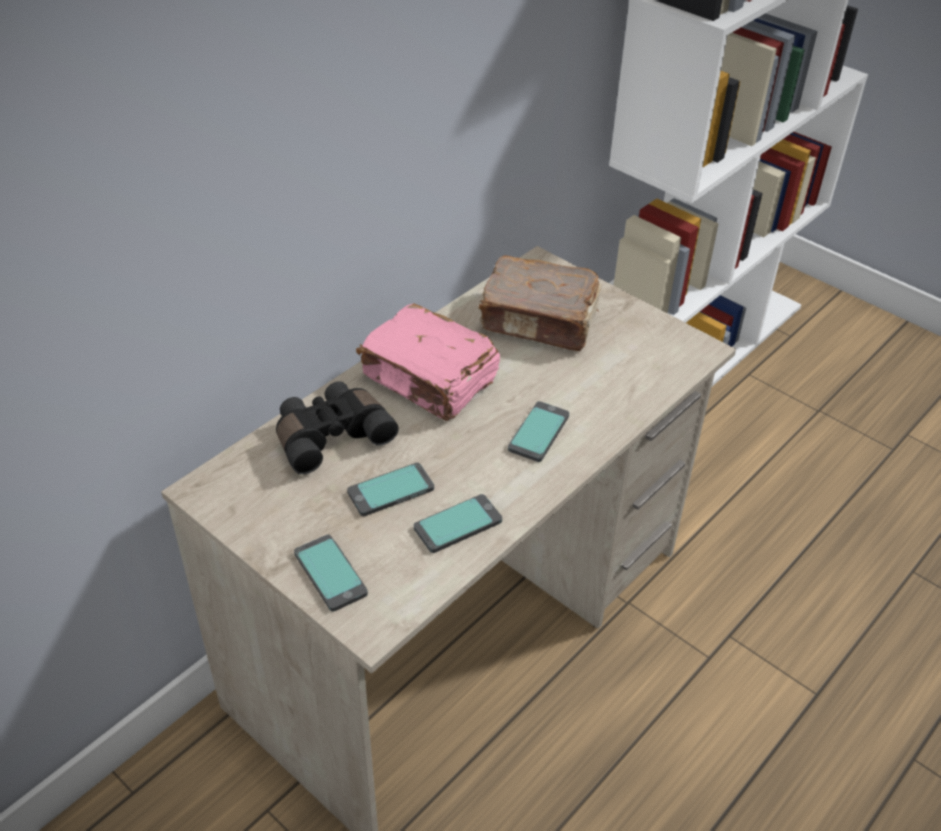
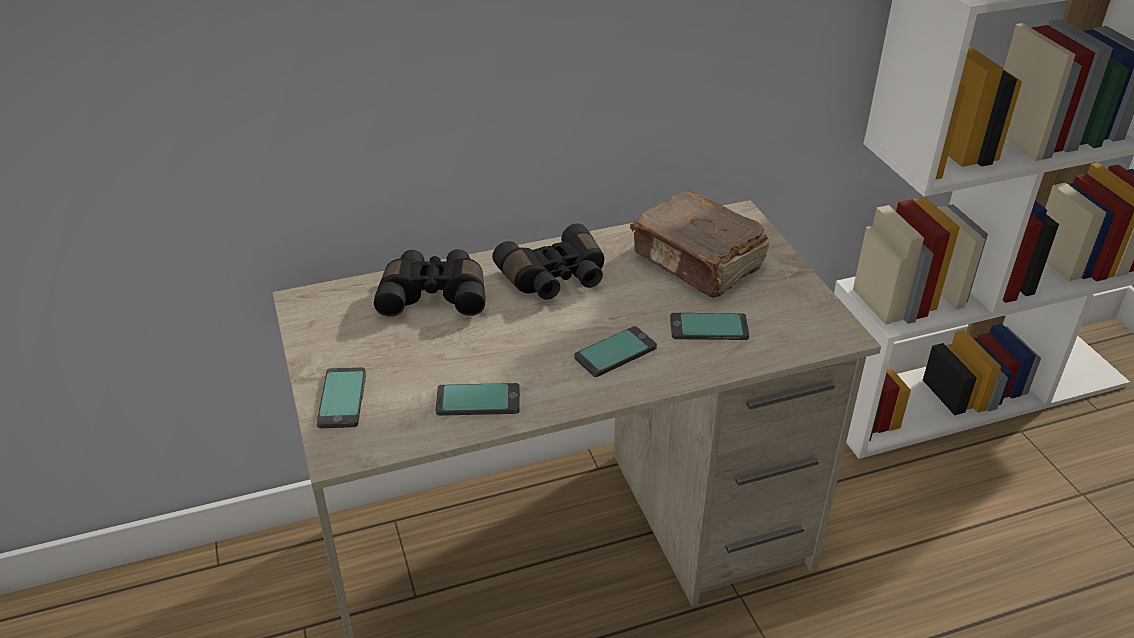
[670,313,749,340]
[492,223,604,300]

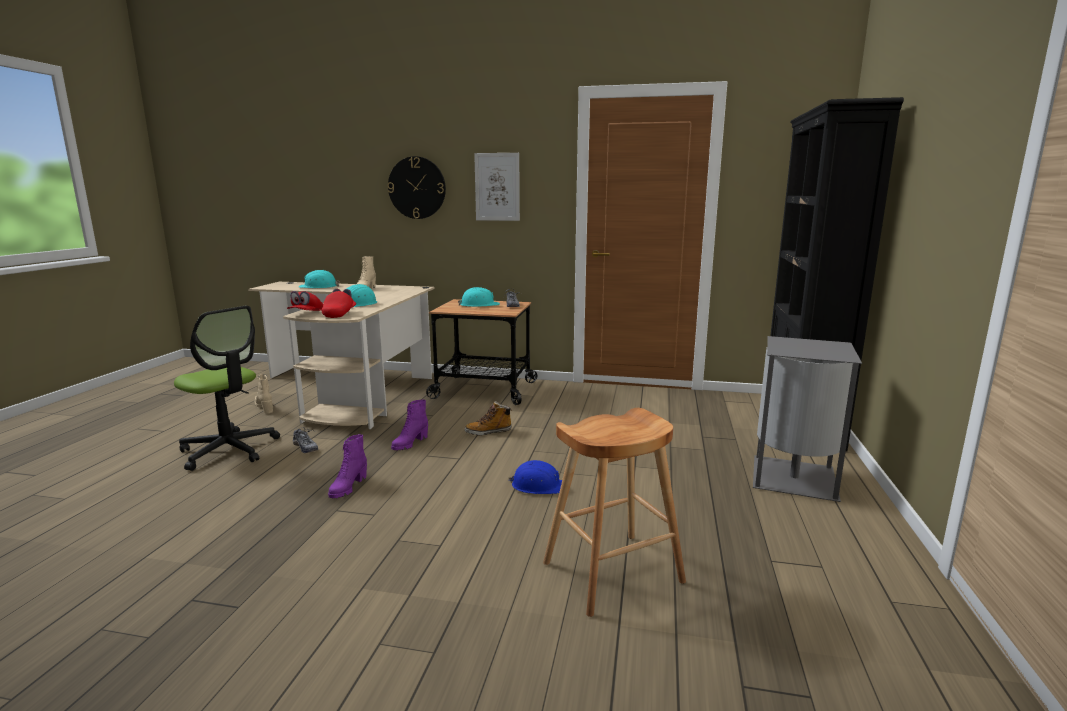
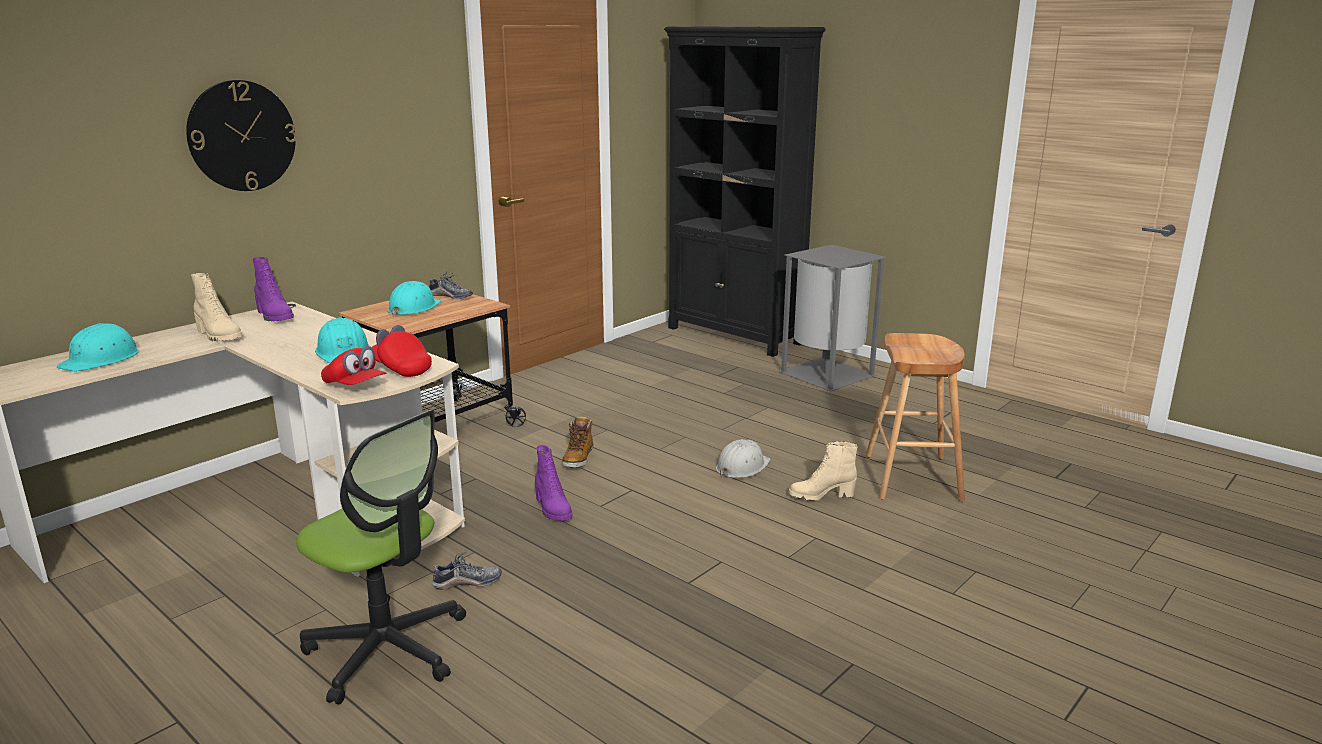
[474,153,520,221] (first image)
[789,441,858,501]
[253,257,294,321]
[716,439,771,478]
[296,410,466,705]

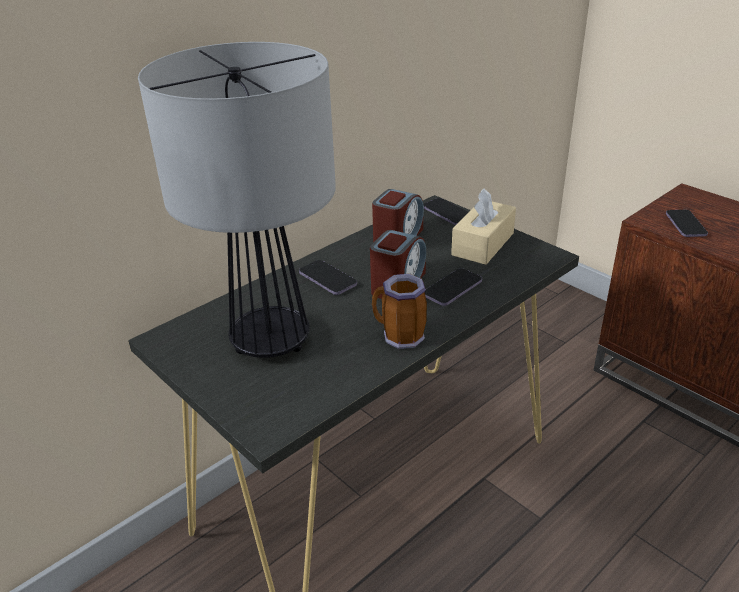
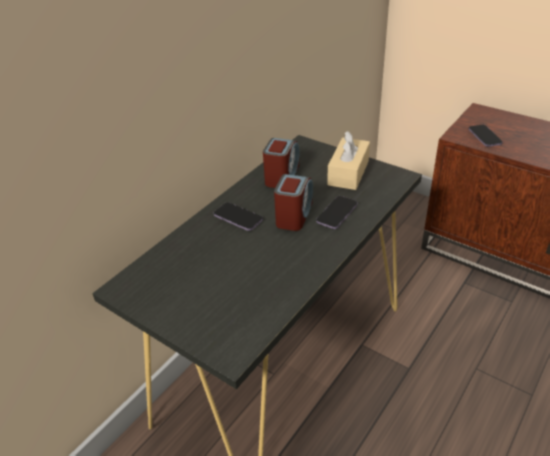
[138,42,336,358] (first image)
[372,274,427,349] (first image)
[423,198,469,225] (first image)

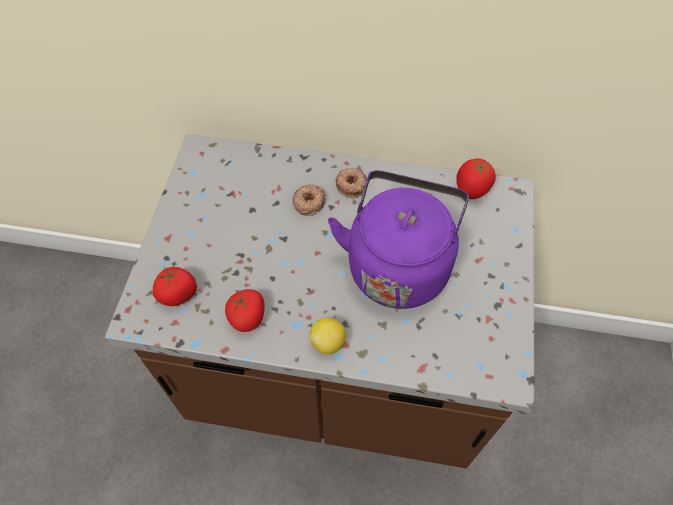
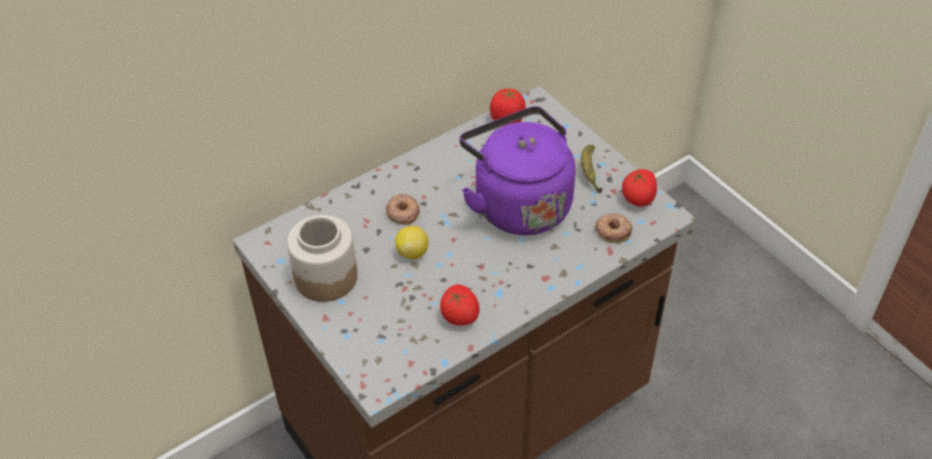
[287,215,358,302]
[581,145,602,193]
[622,169,657,207]
[395,226,429,260]
[595,213,632,243]

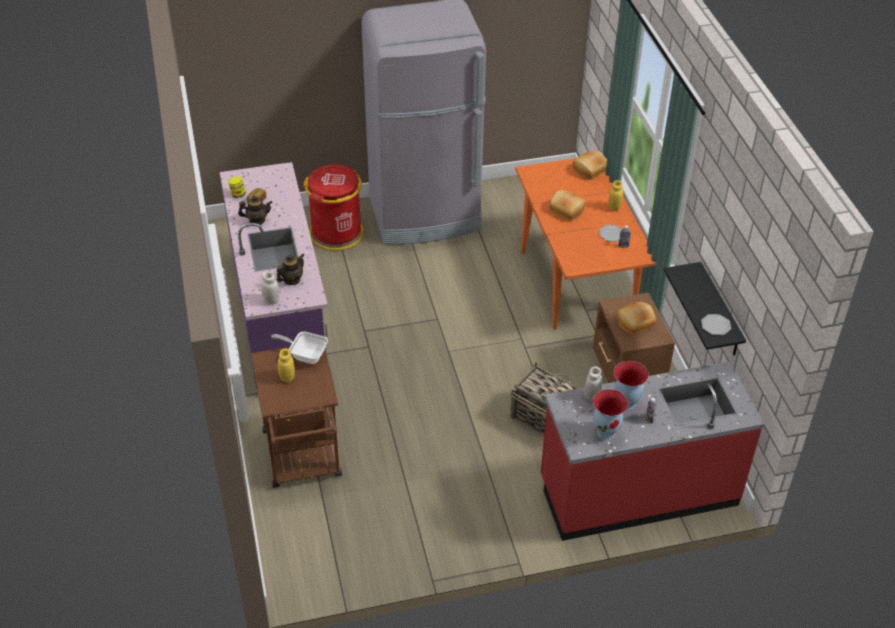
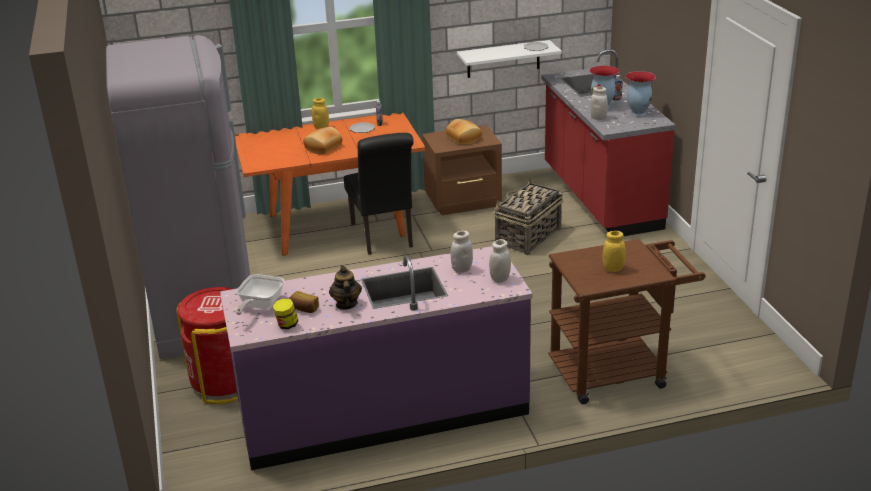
[573,151,607,180] (first image)
[344,133,414,255]
[236,274,284,315]
[451,231,473,273]
[457,40,562,78]

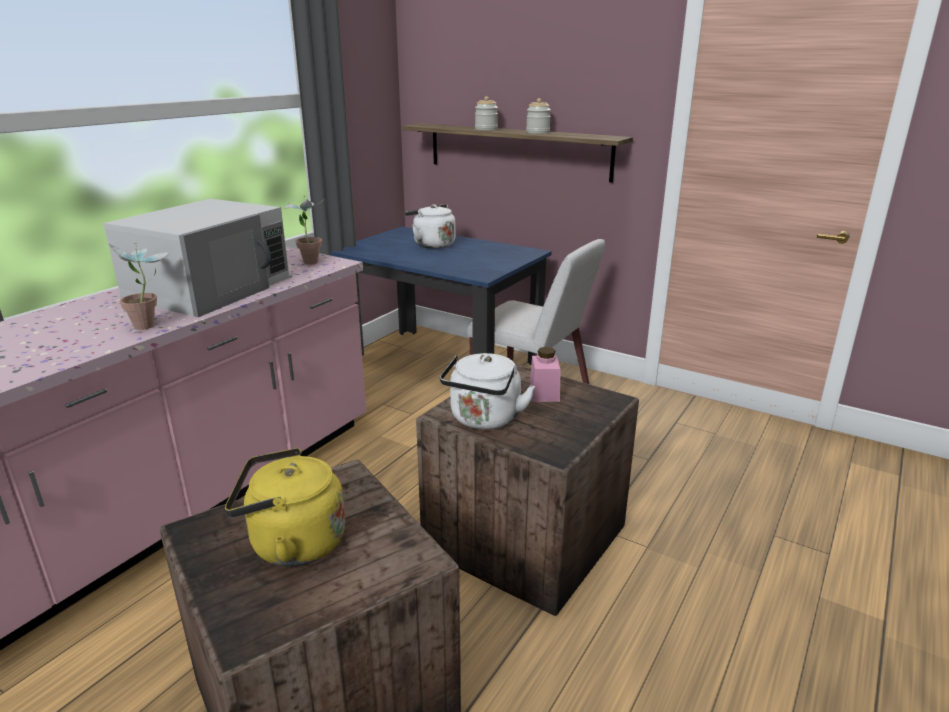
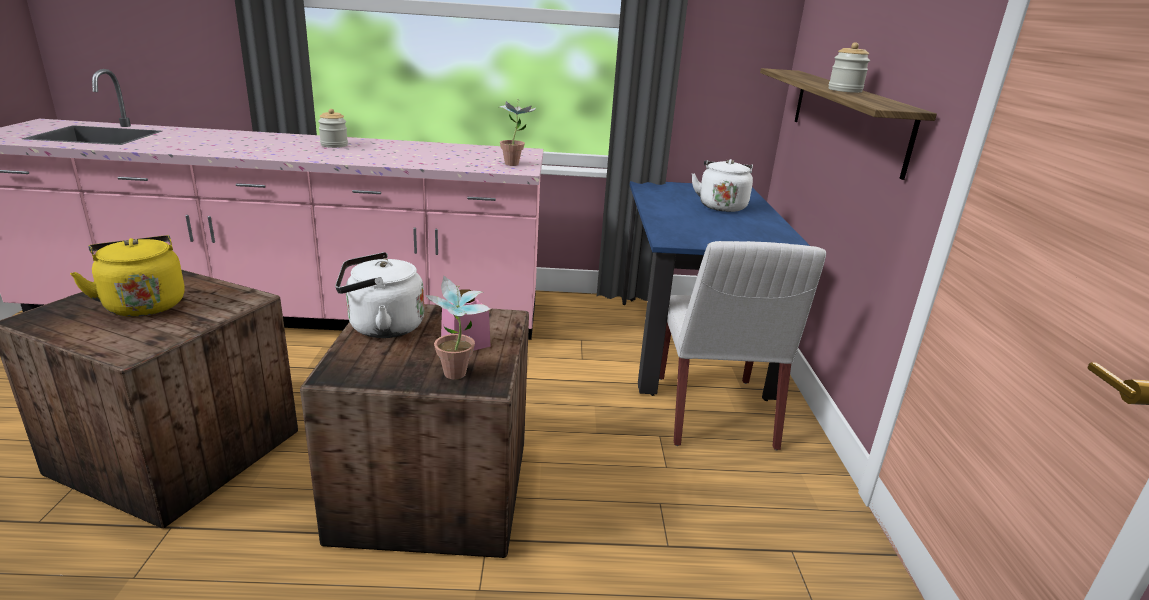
[103,199,289,317] (first image)
[425,276,491,380]
[318,109,348,148]

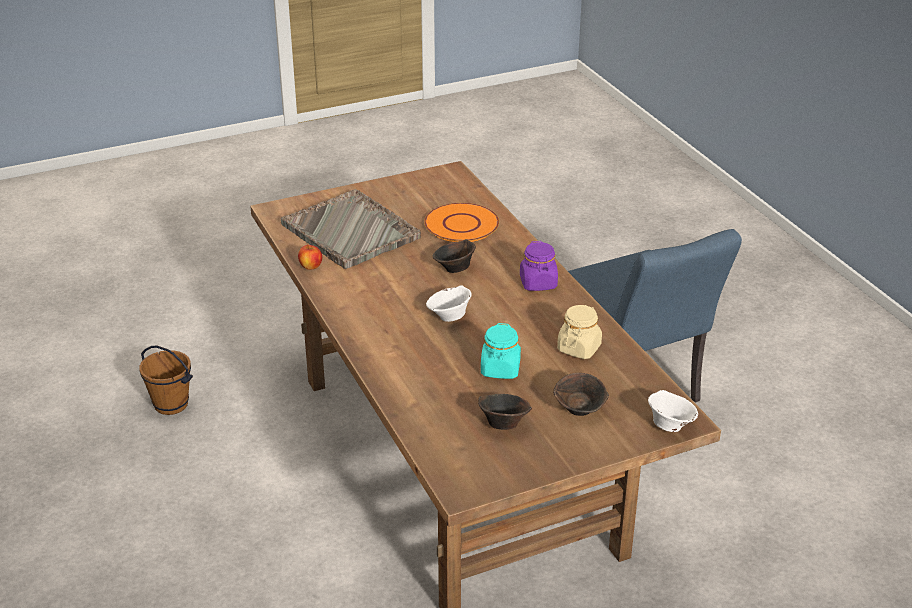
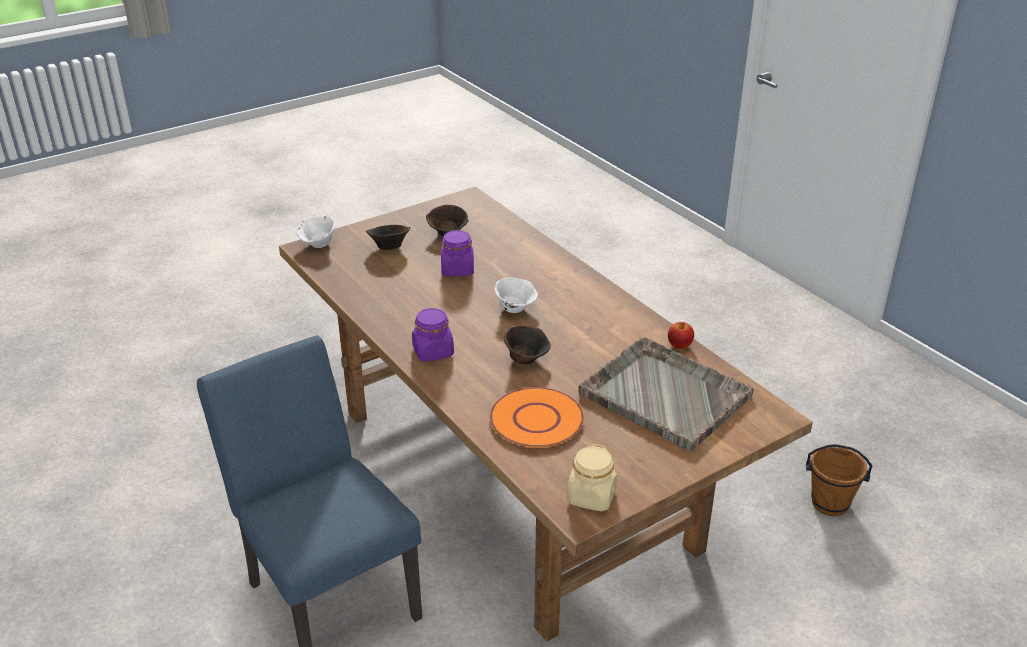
[567,444,617,511]
[441,230,474,276]

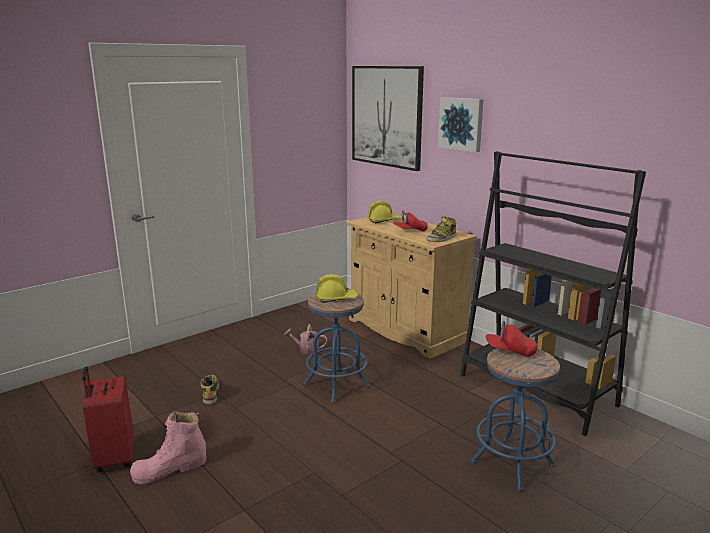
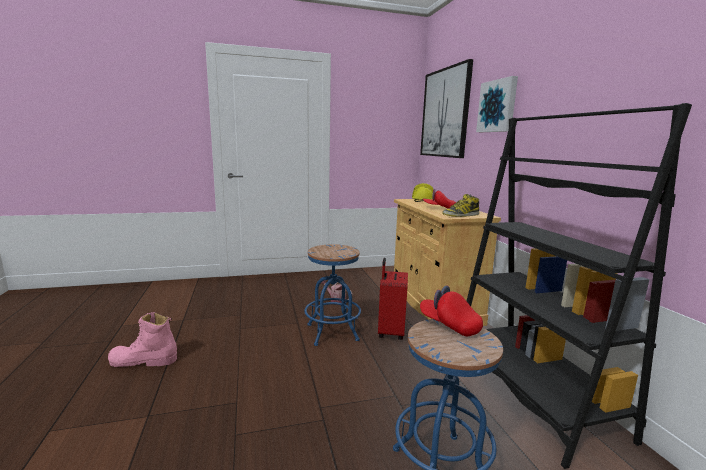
[201,375,219,404] (first image)
[316,274,358,303] (first image)
[378,258,408,340]

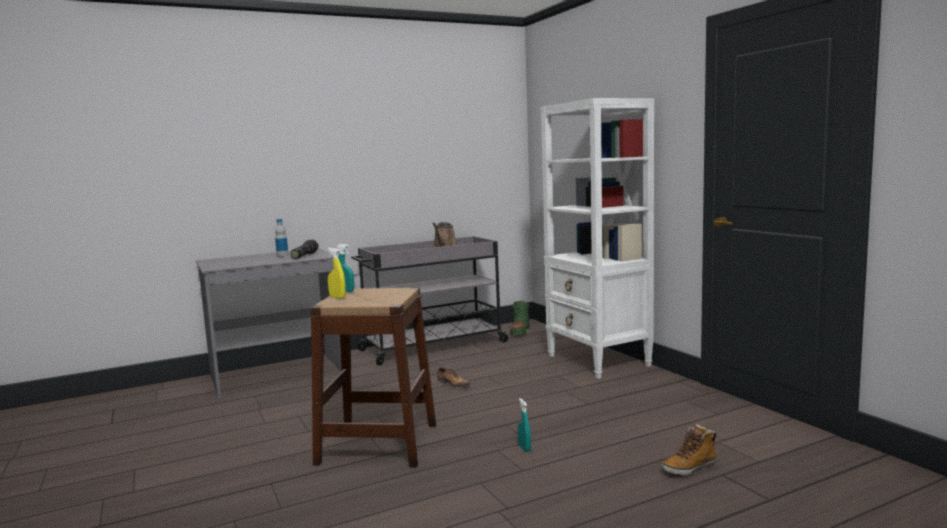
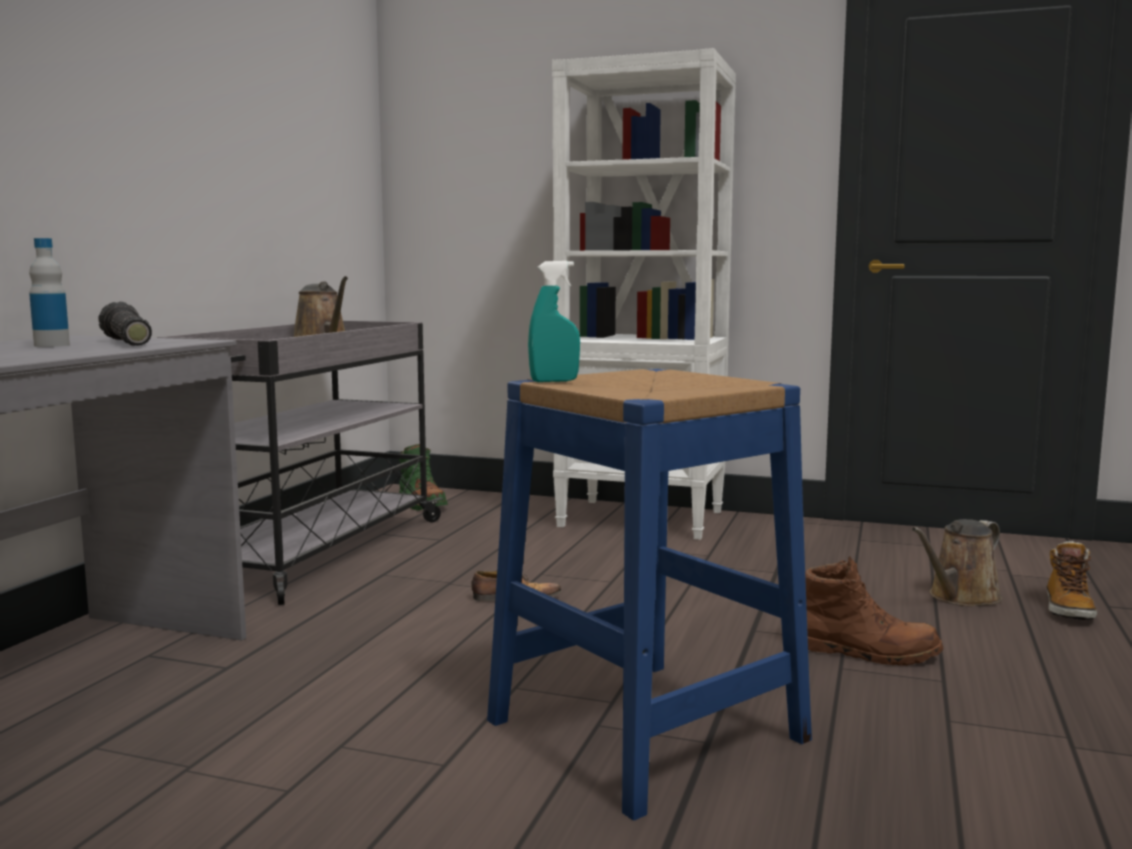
[327,248,346,299] (first image)
[912,519,1002,606]
[805,556,944,666]
[487,369,812,820]

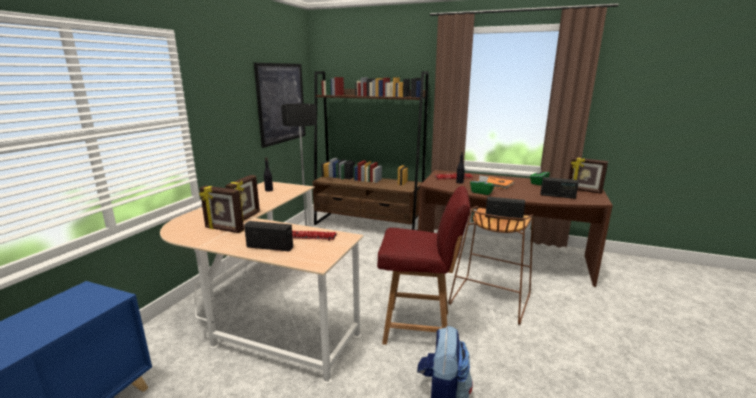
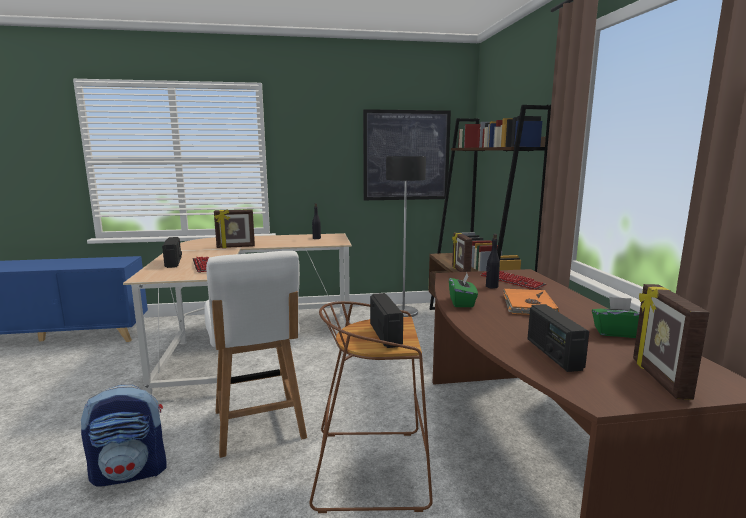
[452,233,472,272]
[204,251,307,458]

